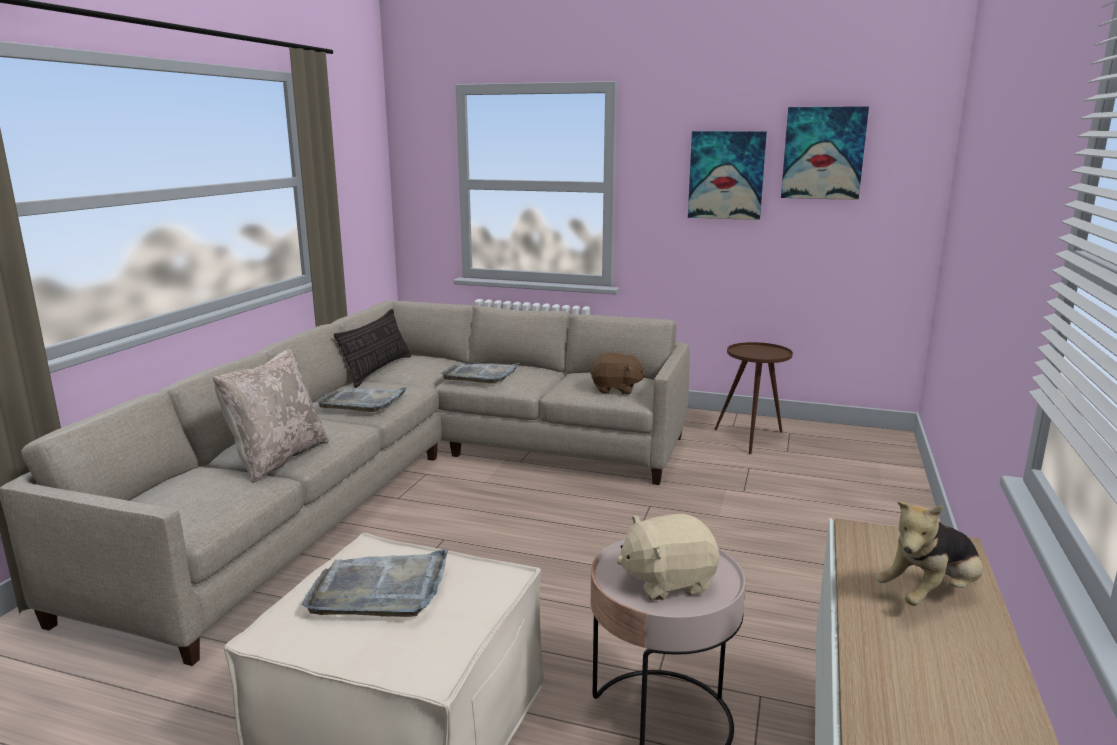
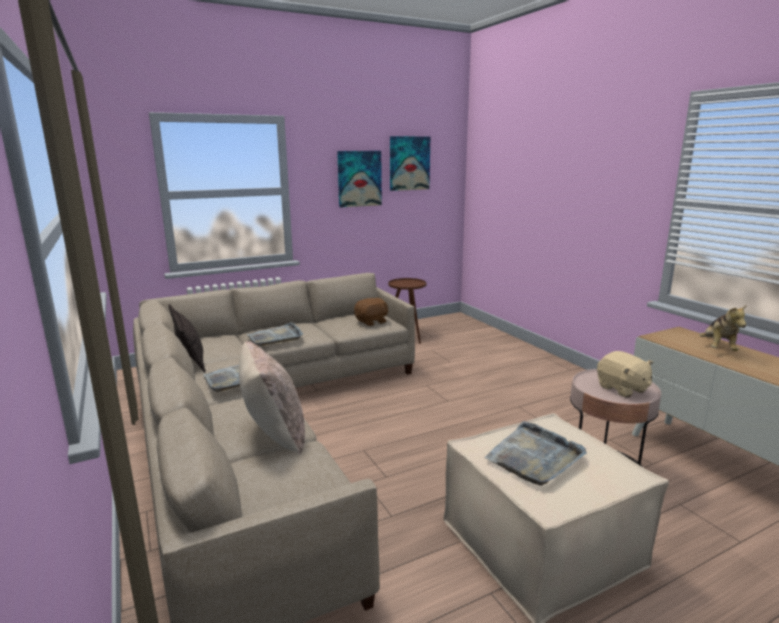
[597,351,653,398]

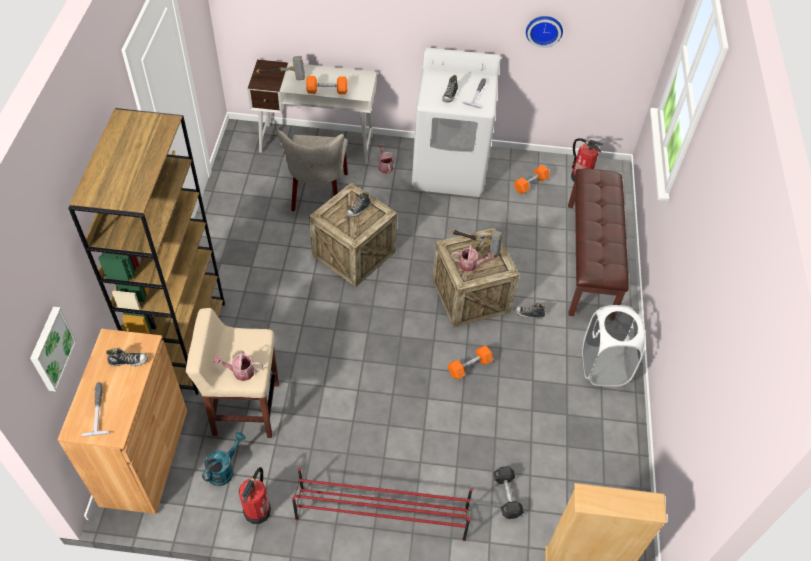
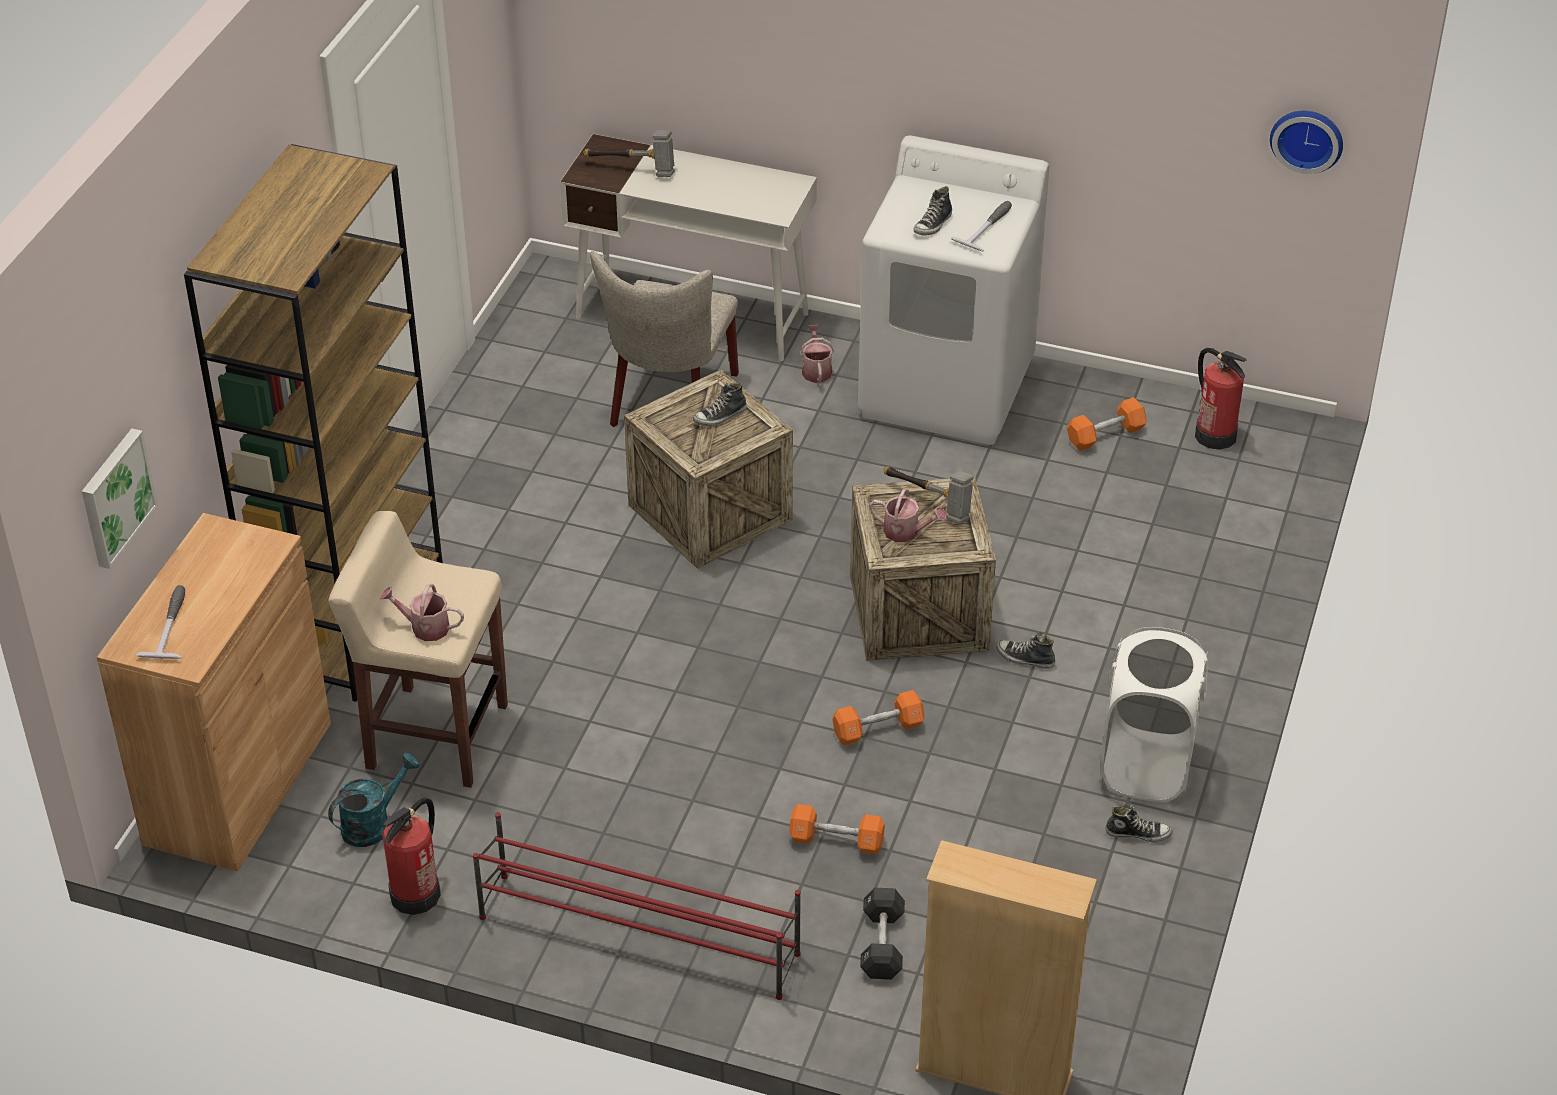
[568,169,628,316] (first image)
[1105,805,1172,843]
[789,804,885,854]
[1270,111,1343,174]

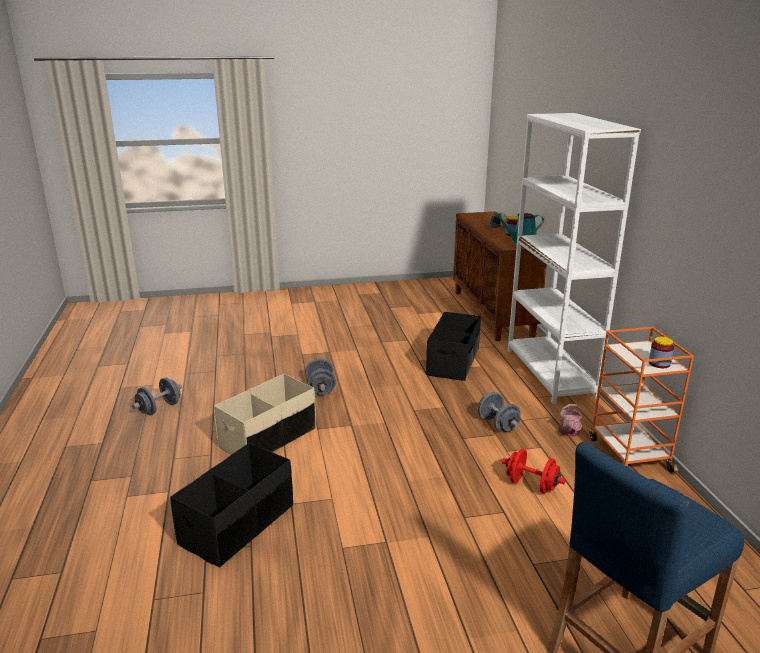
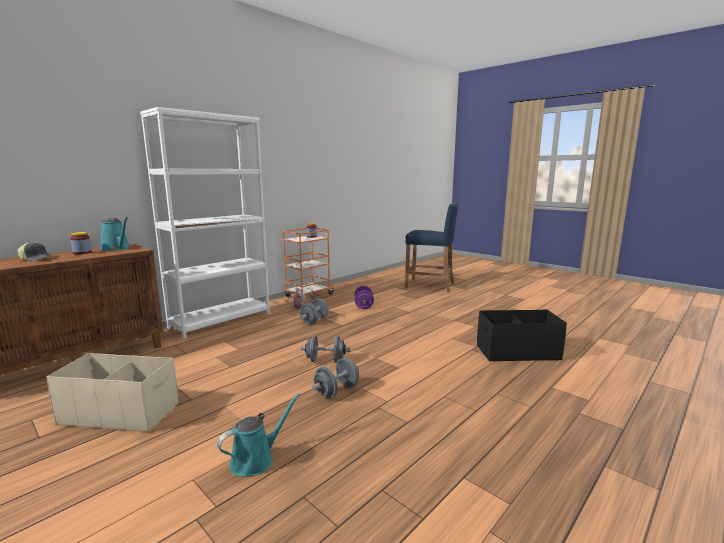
[426,312,481,381] (first image)
[217,393,300,477]
[301,335,350,363]
[46,353,179,432]
[354,286,374,309]

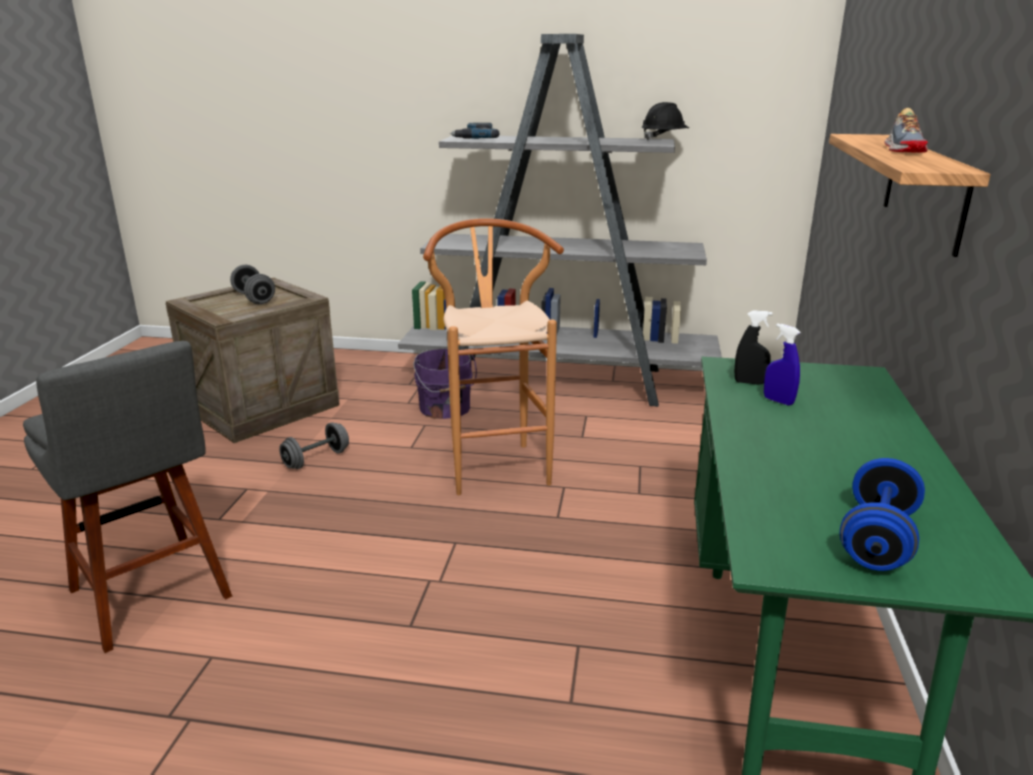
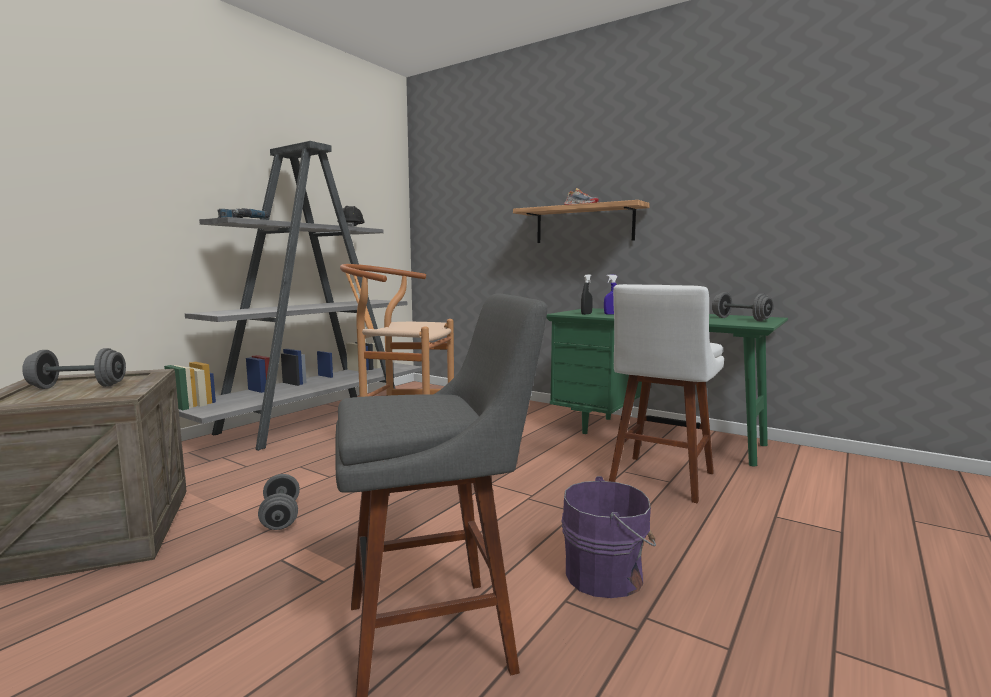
[609,284,724,503]
[562,476,656,598]
[712,292,774,321]

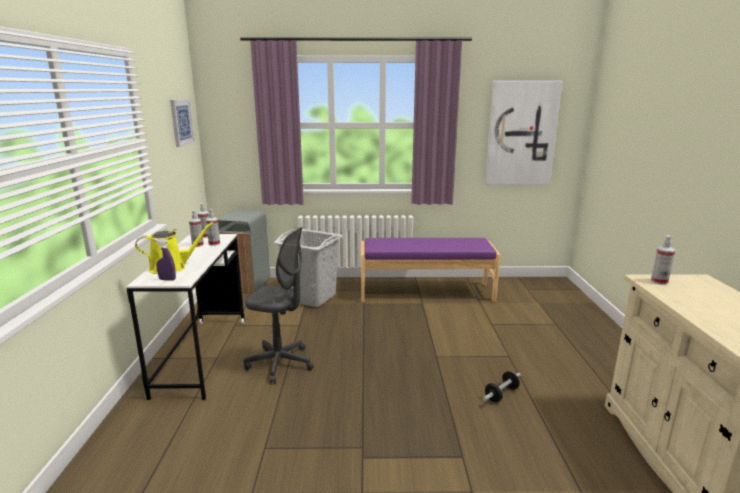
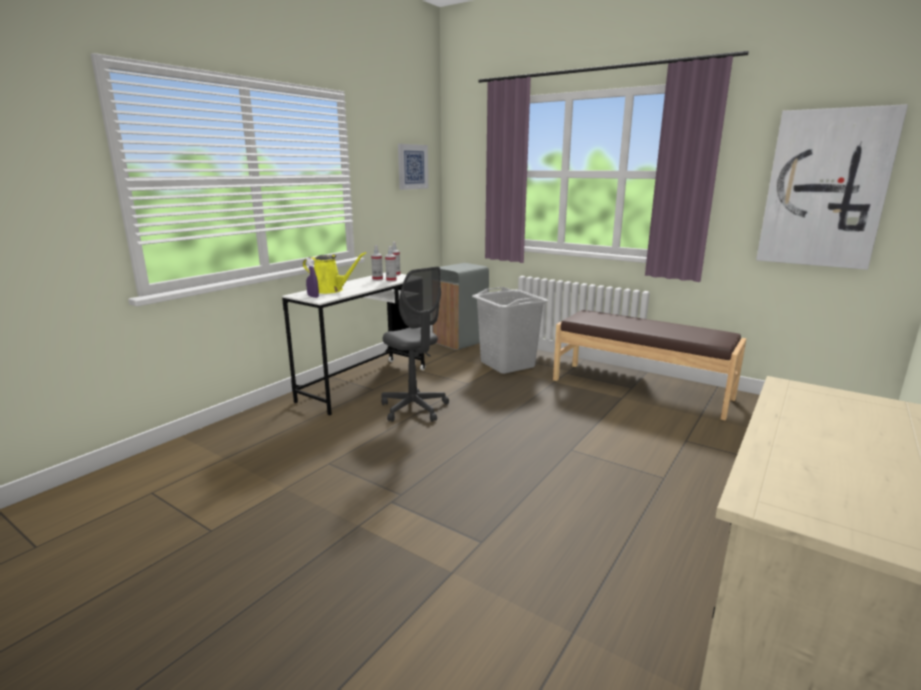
[483,371,521,402] (first image)
[651,235,675,285] (first image)
[553,310,746,421]

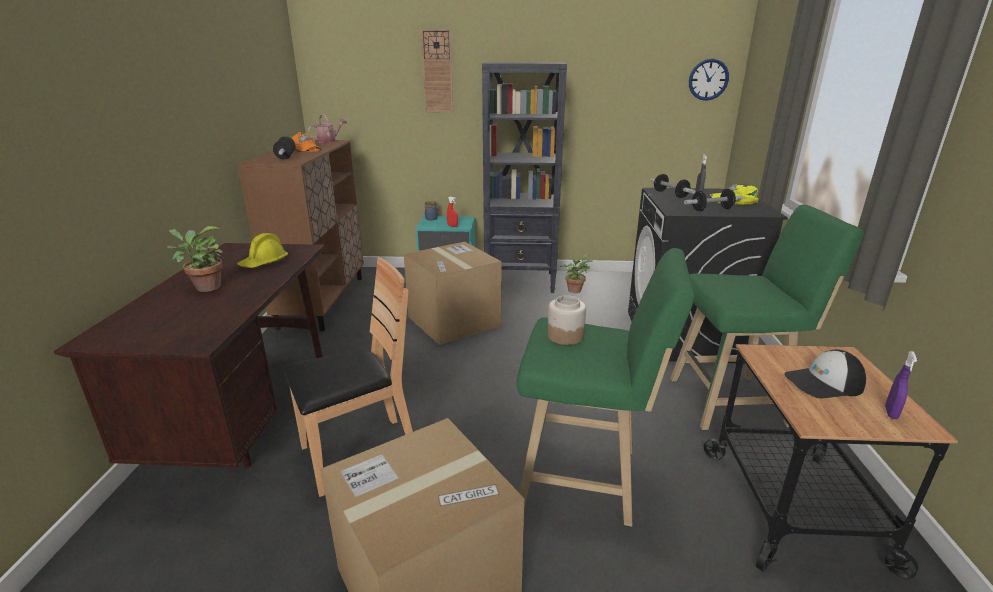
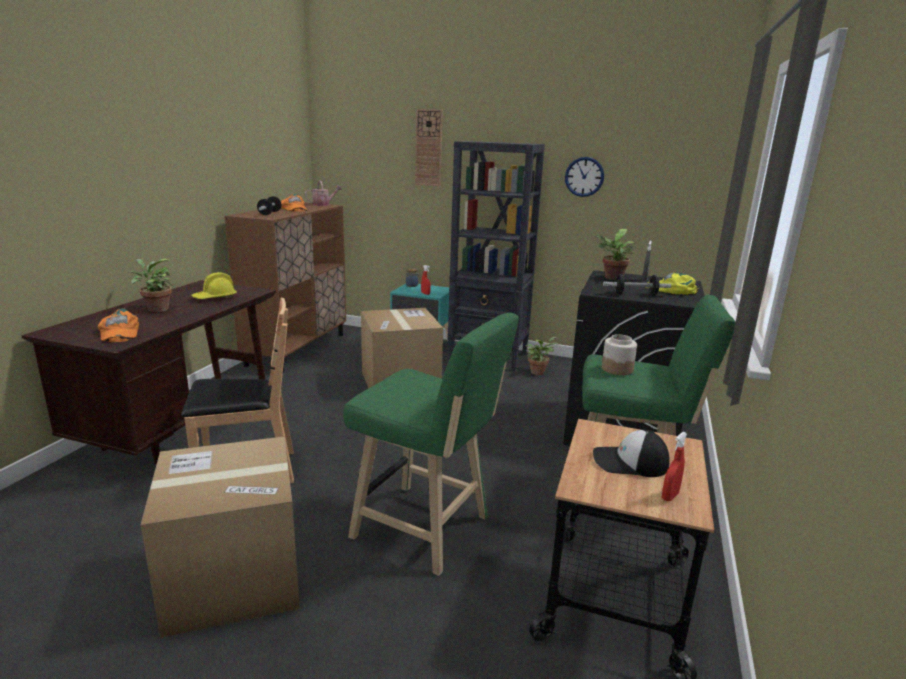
[98,308,139,342]
[602,334,637,375]
[565,157,604,197]
[595,229,635,280]
[662,432,687,501]

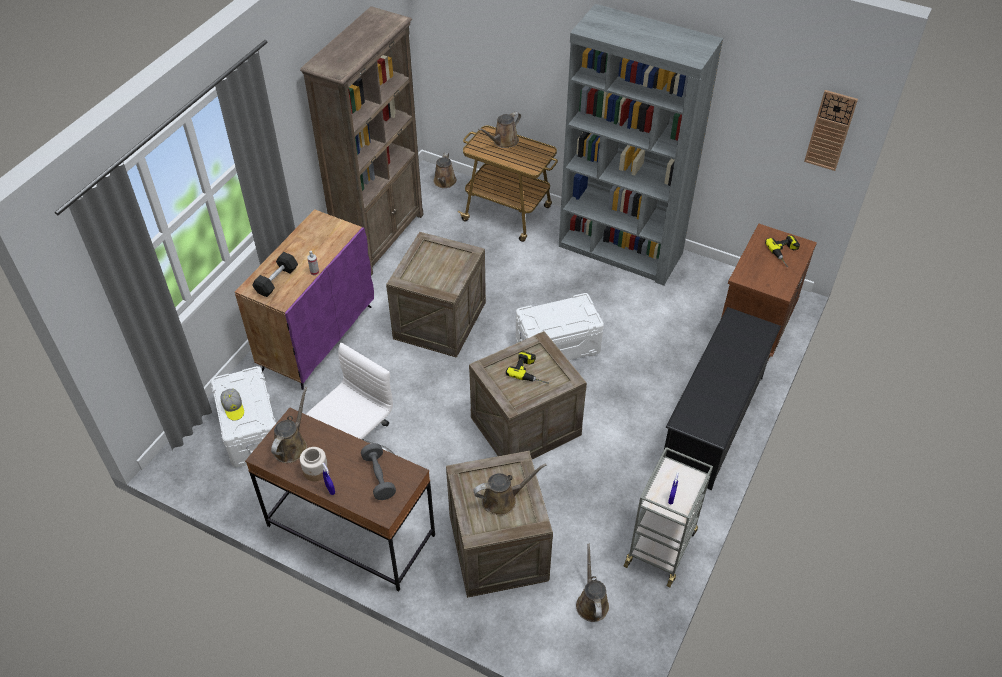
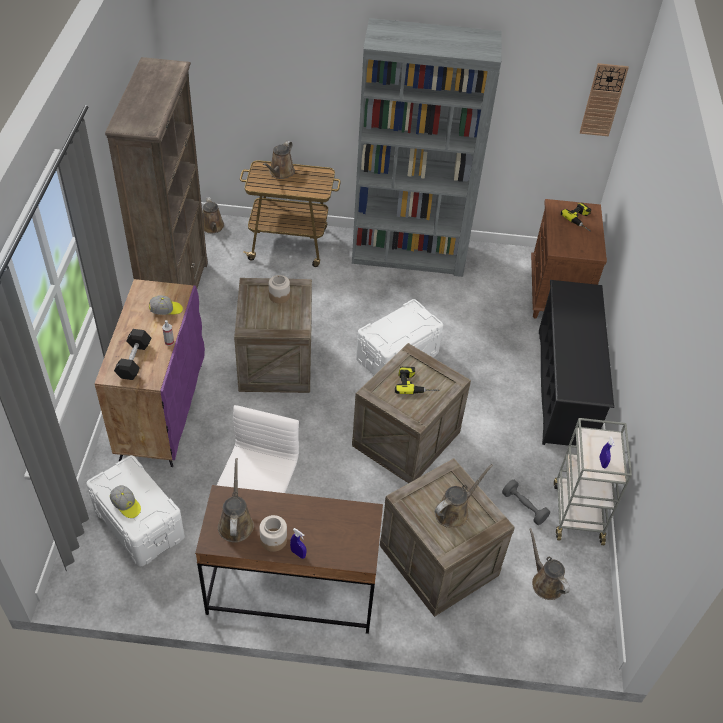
[149,295,183,315]
[269,275,290,304]
[502,480,550,525]

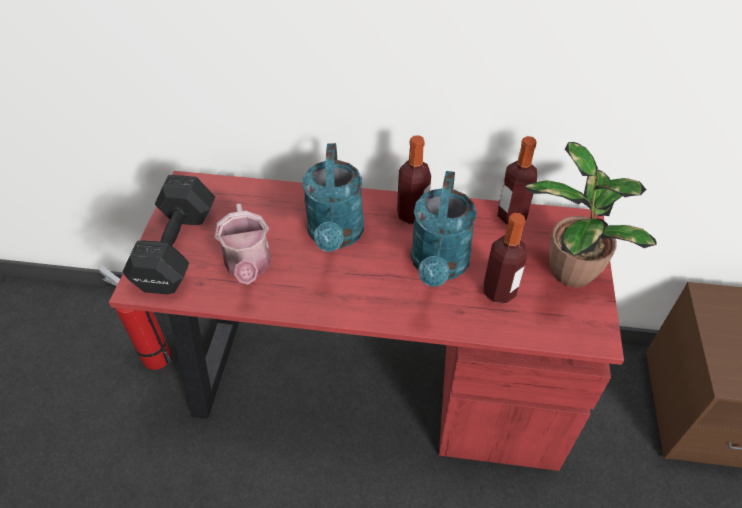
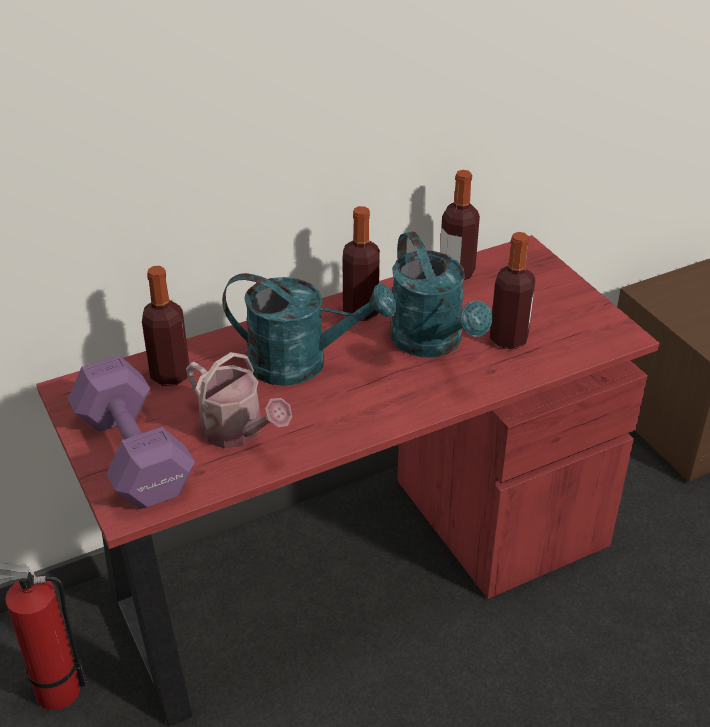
[524,142,657,287] (first image)
[142,266,189,386]
[68,355,195,509]
[222,273,396,386]

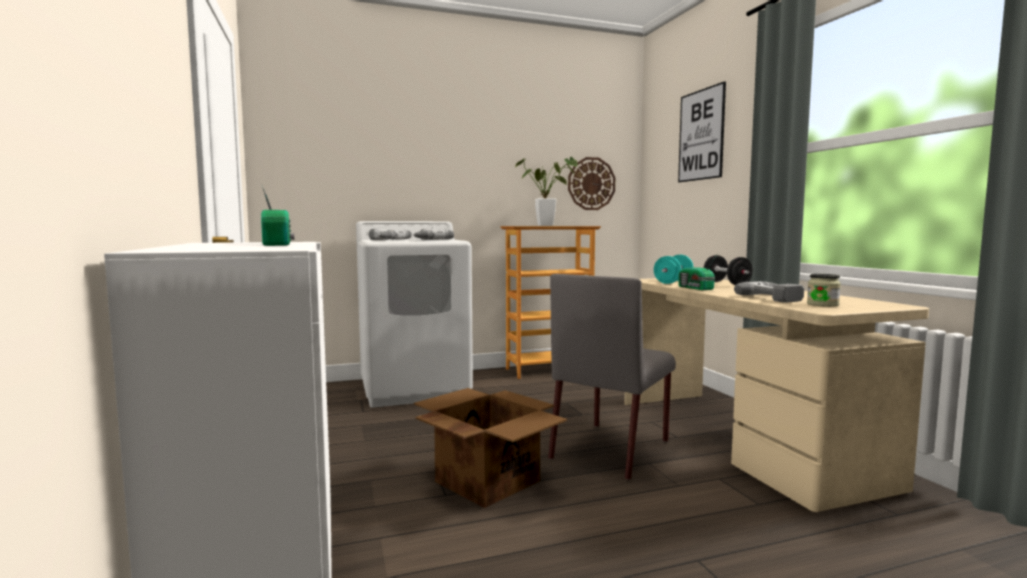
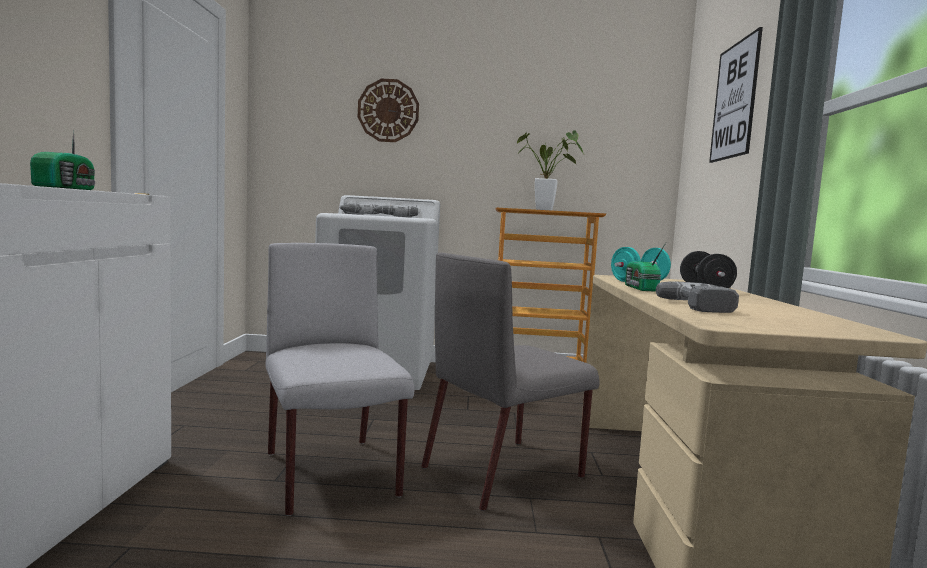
[807,274,841,307] (first image)
[358,79,419,142]
[266,243,414,516]

